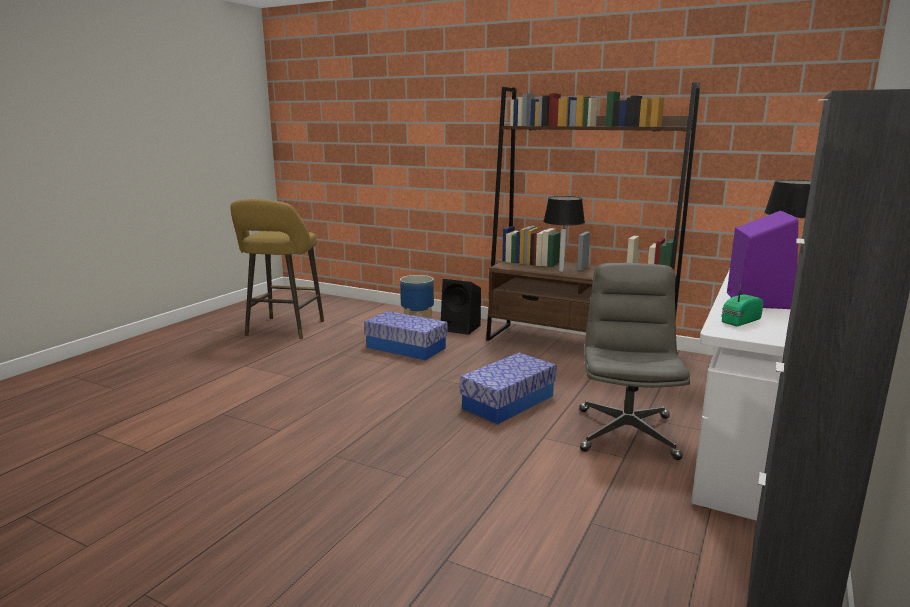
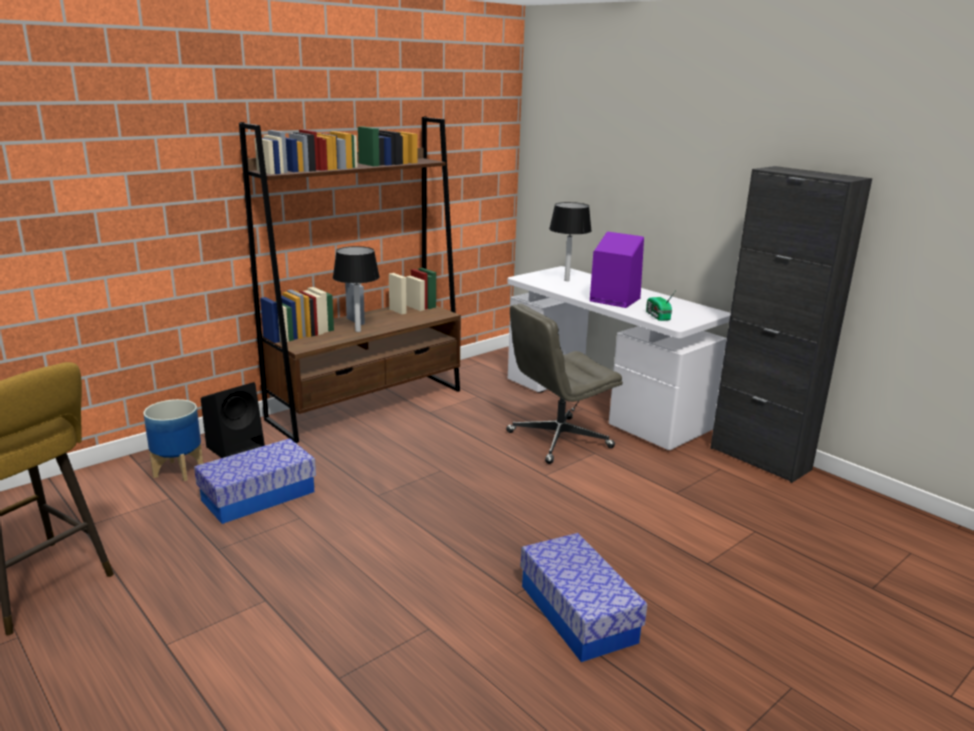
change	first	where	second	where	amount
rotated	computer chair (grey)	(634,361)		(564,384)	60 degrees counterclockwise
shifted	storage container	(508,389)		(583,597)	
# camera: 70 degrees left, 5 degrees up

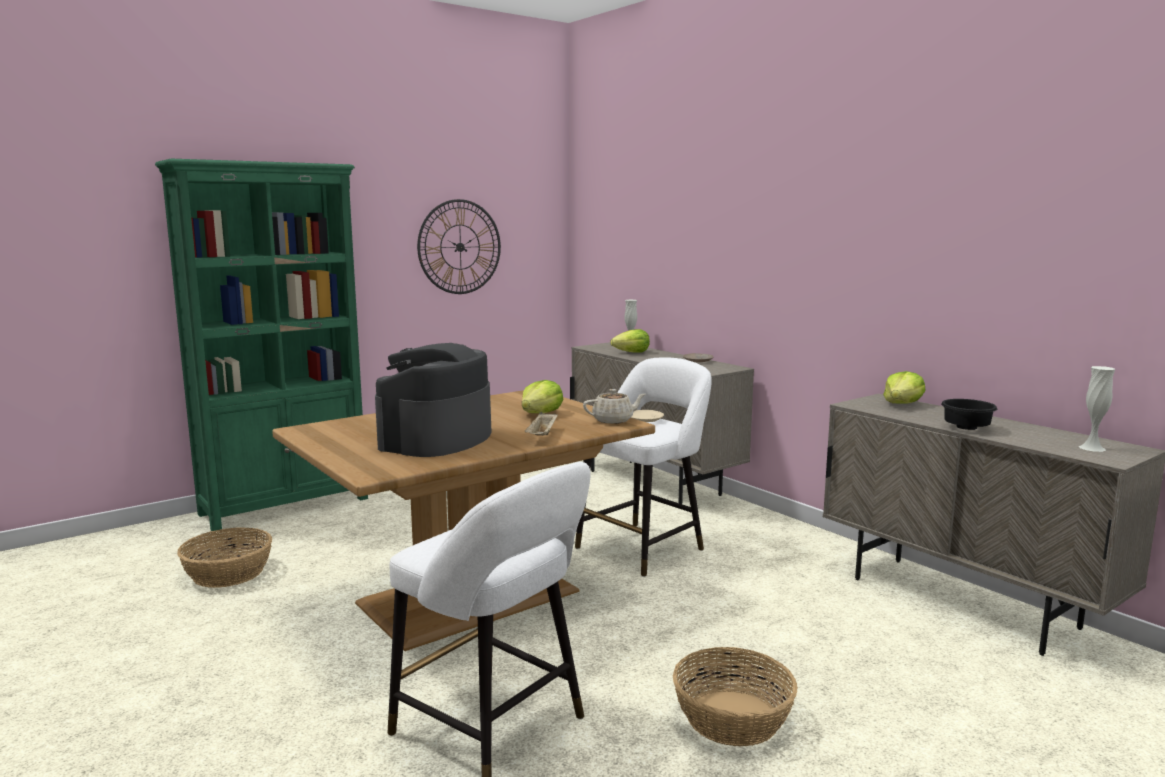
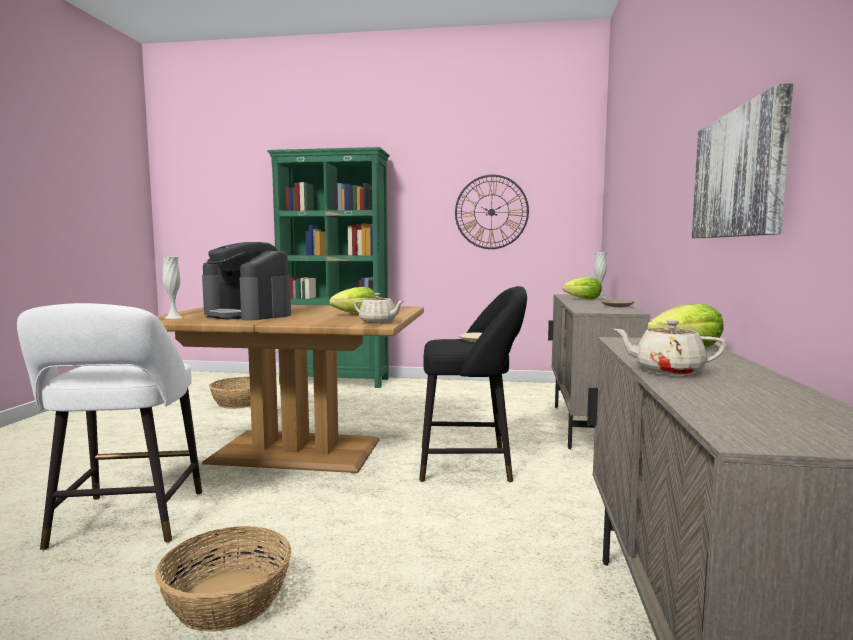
change	first	where	second	where	amount
rotated	coffee machine	(433,400)		(246,281)	120 degrees counterclockwise
repainted	stool seat (whitish)	(643,467)	stool seat (black-coloured)	(473,384)	
shifted	vase (whitish)	(1097,409)		(172,288)	
swapped	serving bowl (black-coloured)	(969,414)	teapot (beige)	(670,347)	
gone	serving tray (beige)	(541,424)			
new			wall picture	(742,160)	
# camera: 45 degrees right, 5 degrees down

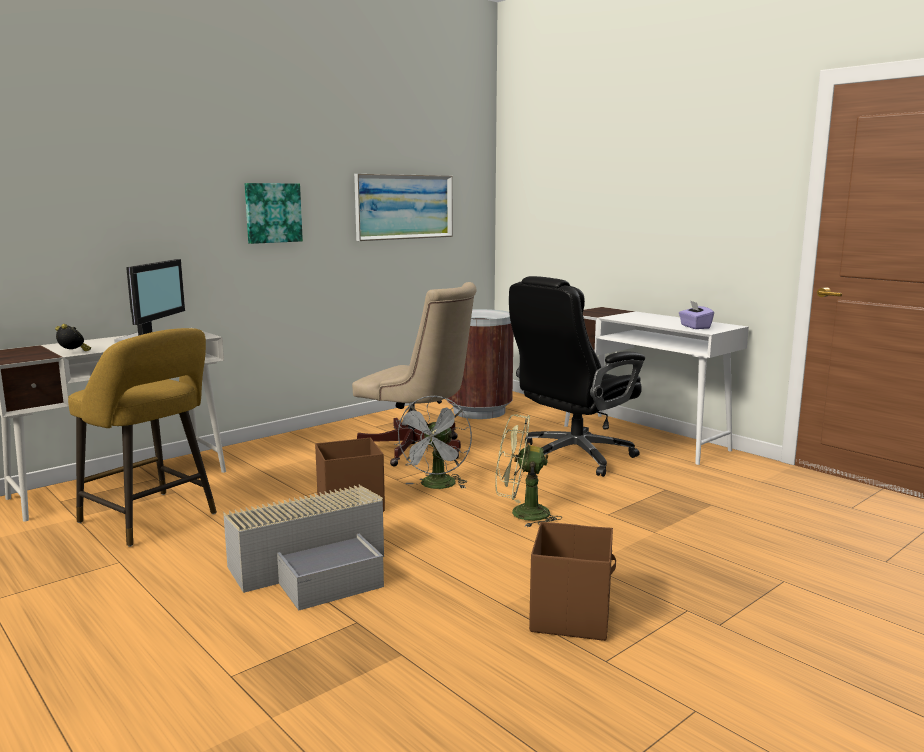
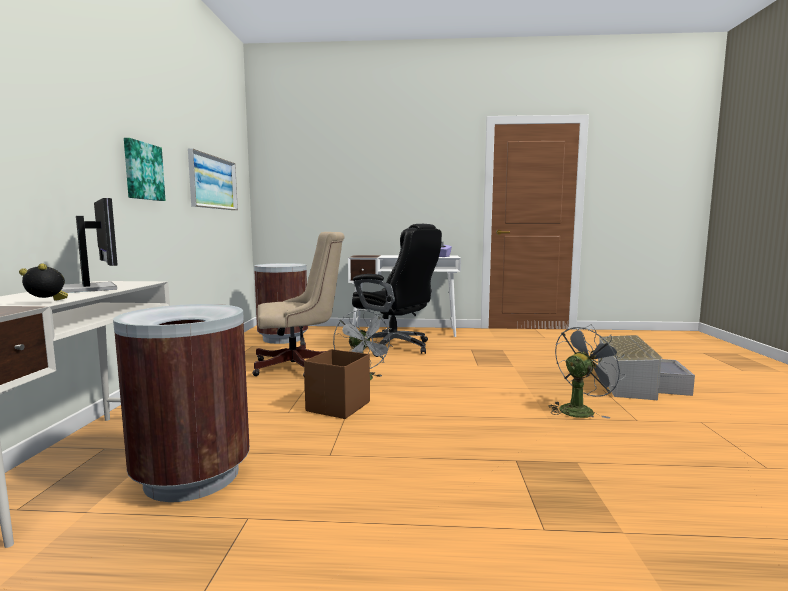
change	first	where	second	where	amount
rotated	computer chair (black-coloured)	(577,376)		(397,290)	60 degrees counterclockwise
swapped	stool seat (yellow)	(142,437)	rubbish bin (brownish)	(181,403)	
gone	fan (green)	(528,470)			
shifted	storage container (grey)	(303,547)		(646,367)	
swapped	storage container (brownish)	(572,581)	fan (grey)	(587,372)	
# camera: 45 degrees left, 5 degrees down

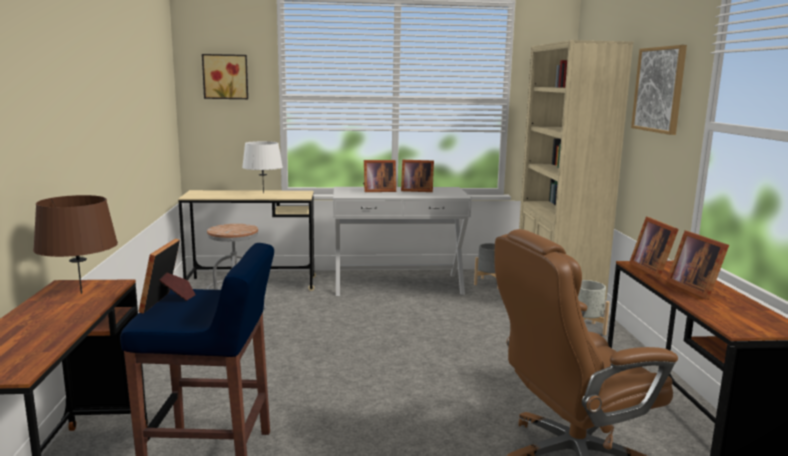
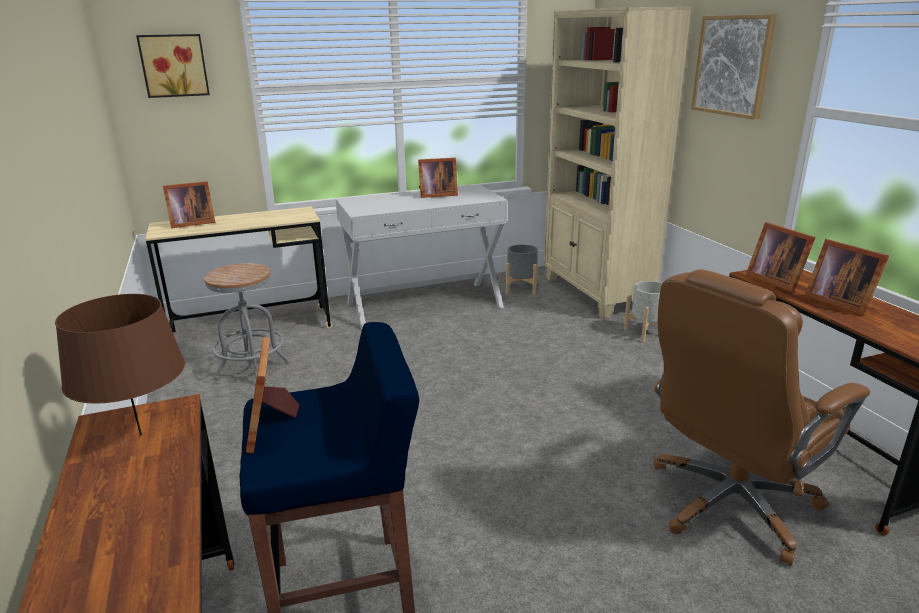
change	first	where	second	where	amount
gone	table lamp (whitish)	(262,167)			
shifted	photo frame	(379,176)		(189,204)	
# camera: 15 degrees left, 10 degrees up

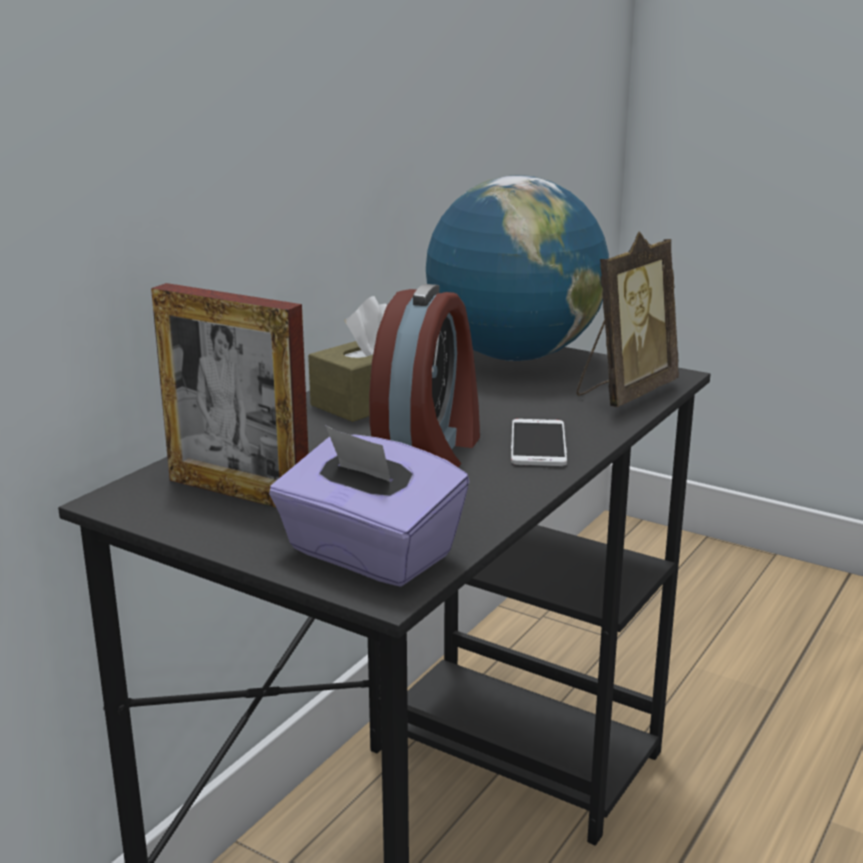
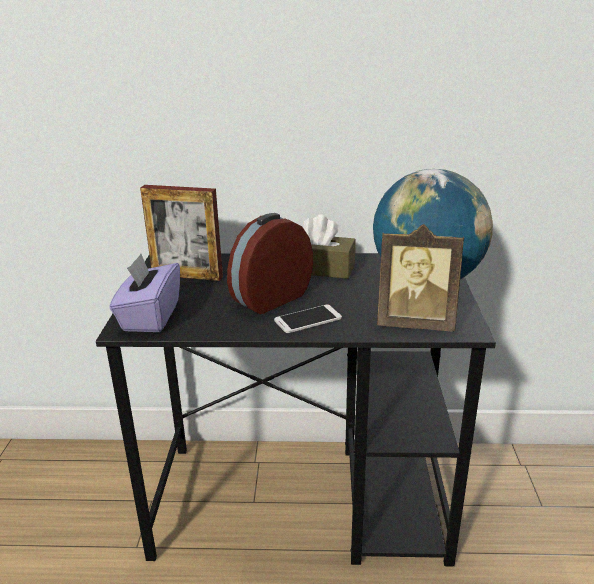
change	first	where	second	where	amount
rotated	photo frame	(230,395)		(181,233)	75 degrees counterclockwise
rotated	alarm clock	(424,376)		(270,263)	150 degrees clockwise
# camera: 60 degrees right, 5 degrees up

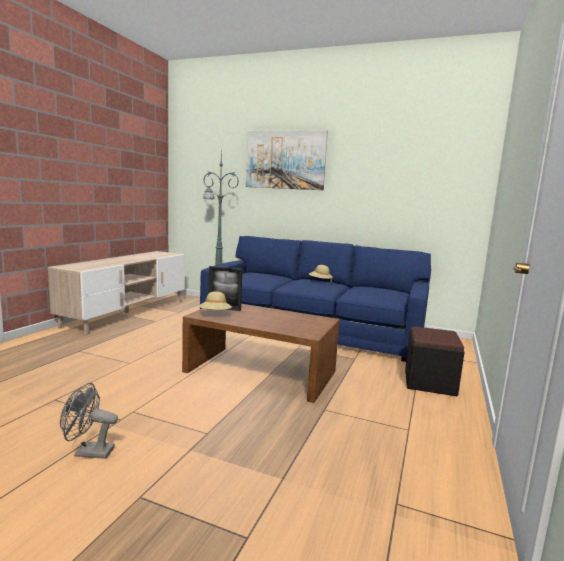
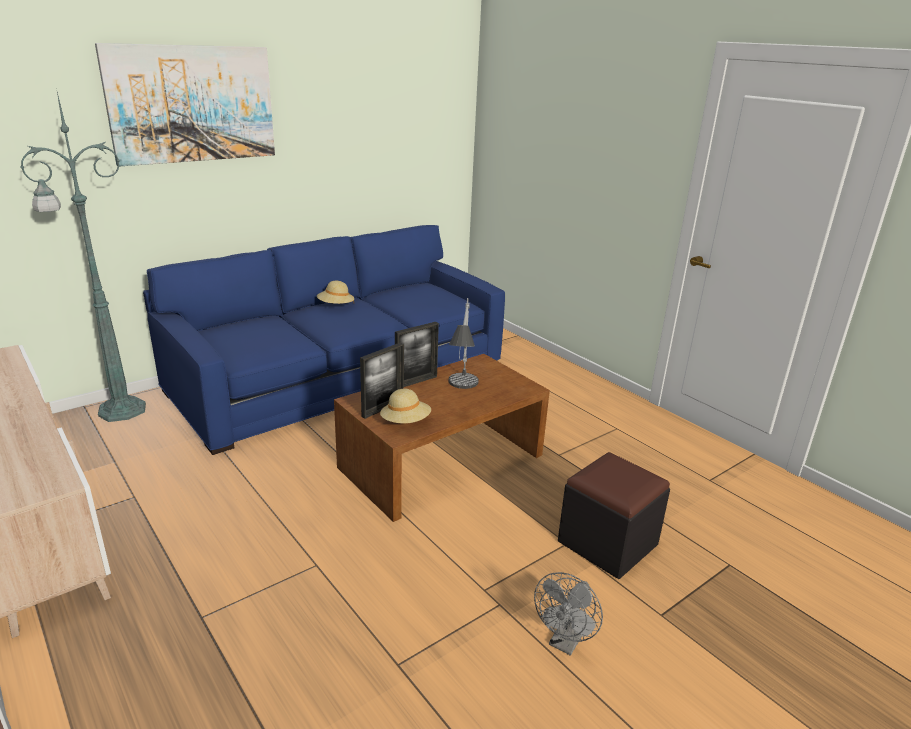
change	first	where	second	where	amount
shifted	ottoman (black-coloured)	(435,361)		(614,515)	
new			table lamp	(463,343)	
new			photo frame	(417,354)	
# camera: 60 degrees left, 15 degrees up

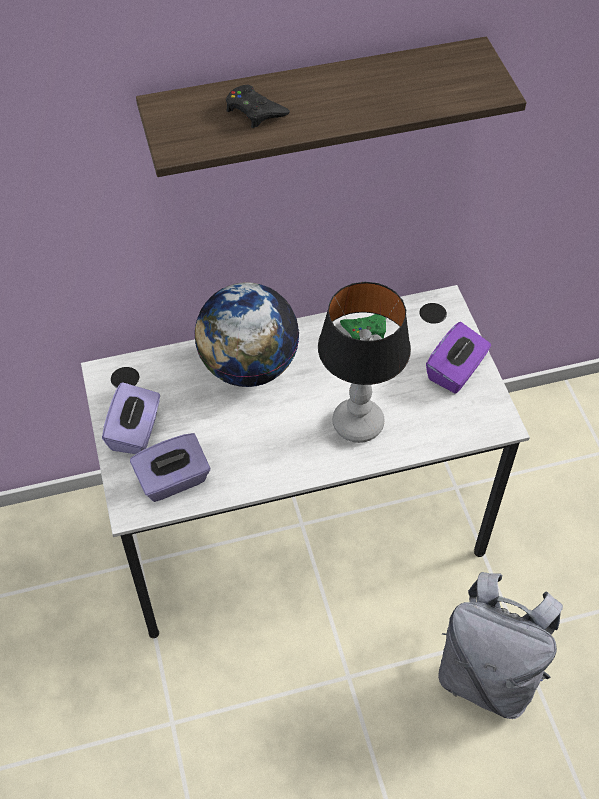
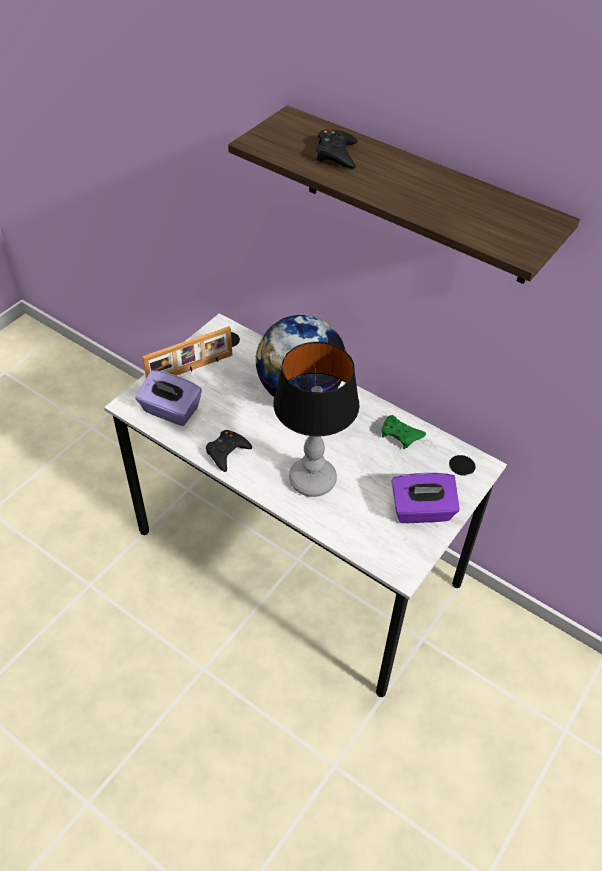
change	first	where	second	where	amount
swapped	tissue holder (purple-coloured)	(131,418)	photo frame	(187,352)	
gone	knapsack (grey)	(500,645)			
new			joypad (black-coloured)	(229,451)	
# camera: 50 degrees right, 5 degrees down

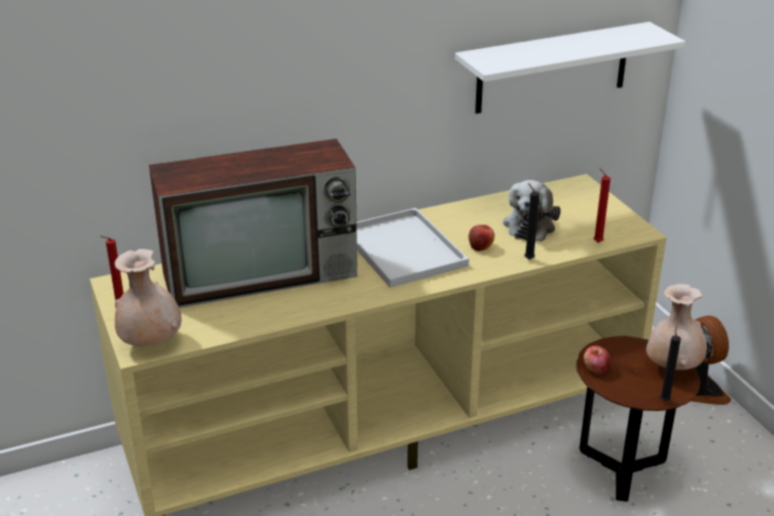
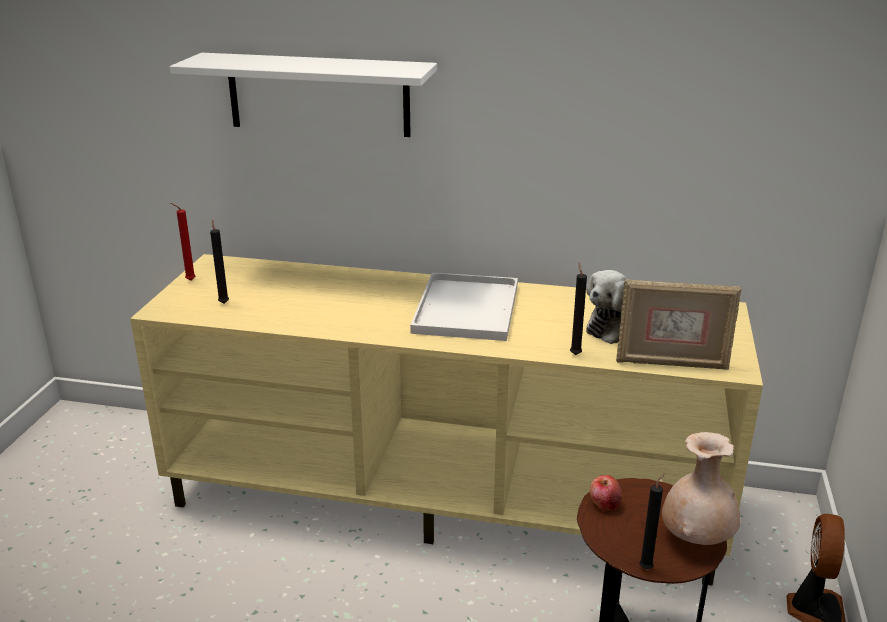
change	first	where	second	where	amount
shifted	shelf (whitish)	(570,68)		(303,95)	
gone	television	(253,223)			
swapped	wax light (red-coloured)	(602,205)	photo frame	(679,324)	
gone	apple fruit	(482,238)			
gone	vase (beige)	(148,297)			
new			wax light (black-coloured)	(219,261)	
# camera: 35 degrees right, 5 degrees down

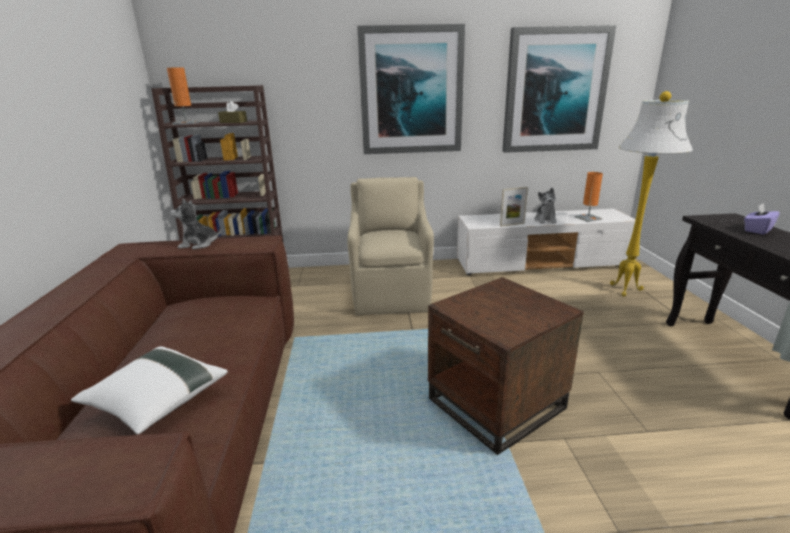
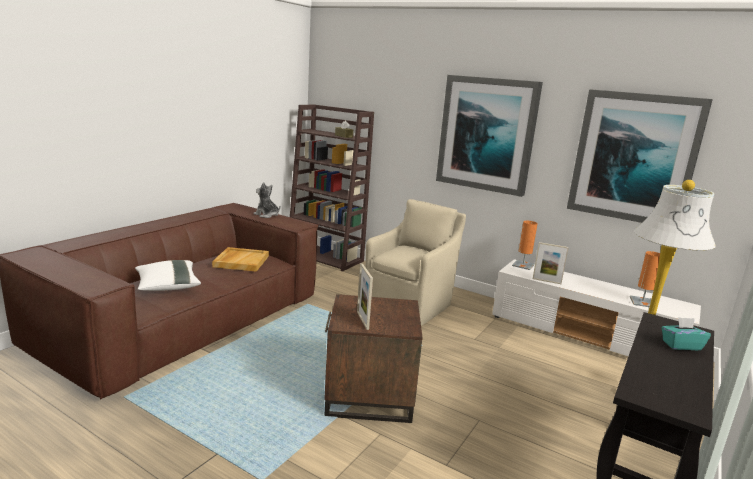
change	first	where	second	where	amount
shifted	table lamp (orange)	(183,96)		(525,245)	
gone	cuddly toy	(545,206)			
repainted	tissue holder (purple-coloured)	(762,219)	tissue holder (turquoise-coloured)	(686,333)	
new			serving tray (beige)	(240,259)	
new			photo frame	(365,296)	
# camera: 35 degrees right, 5 degrees down

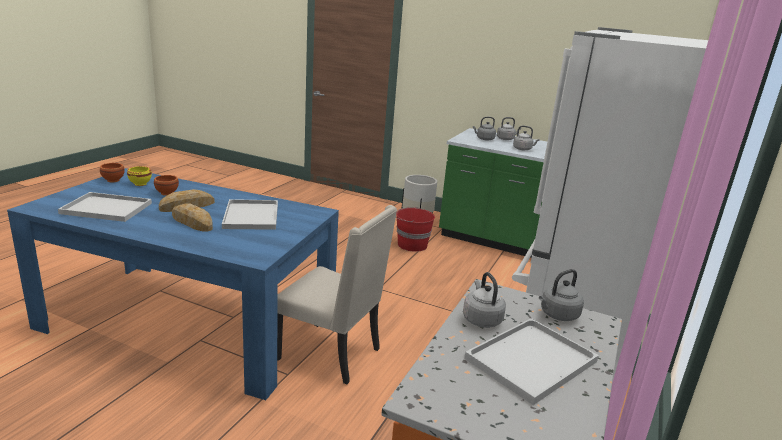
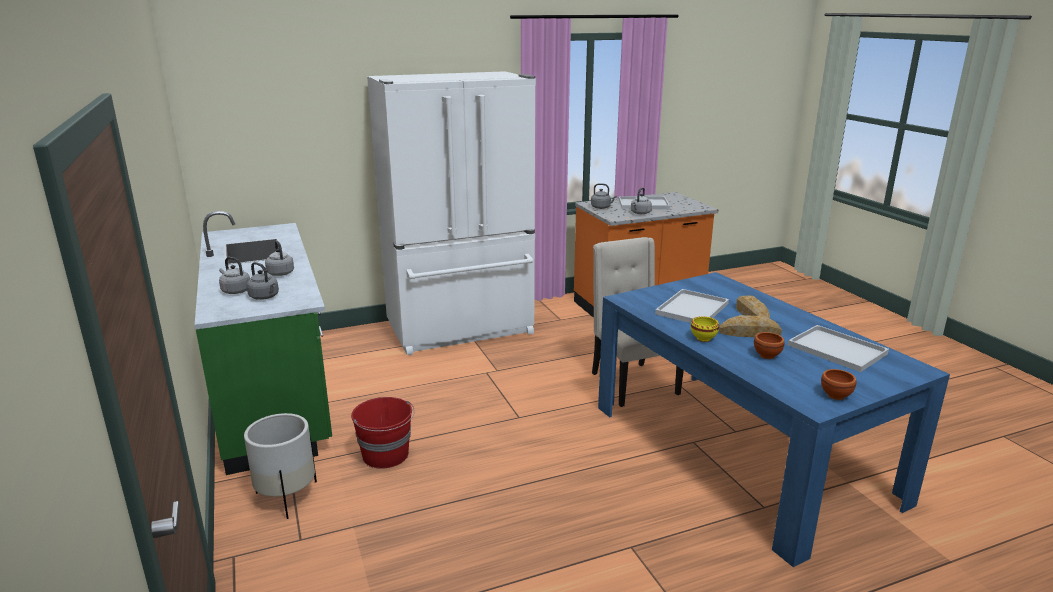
change	first	where	second	where	amount
shifted	serving bowl (yellow)	(139,176)		(705,329)	
# camera: 135 degrees left, 0 degrees up

